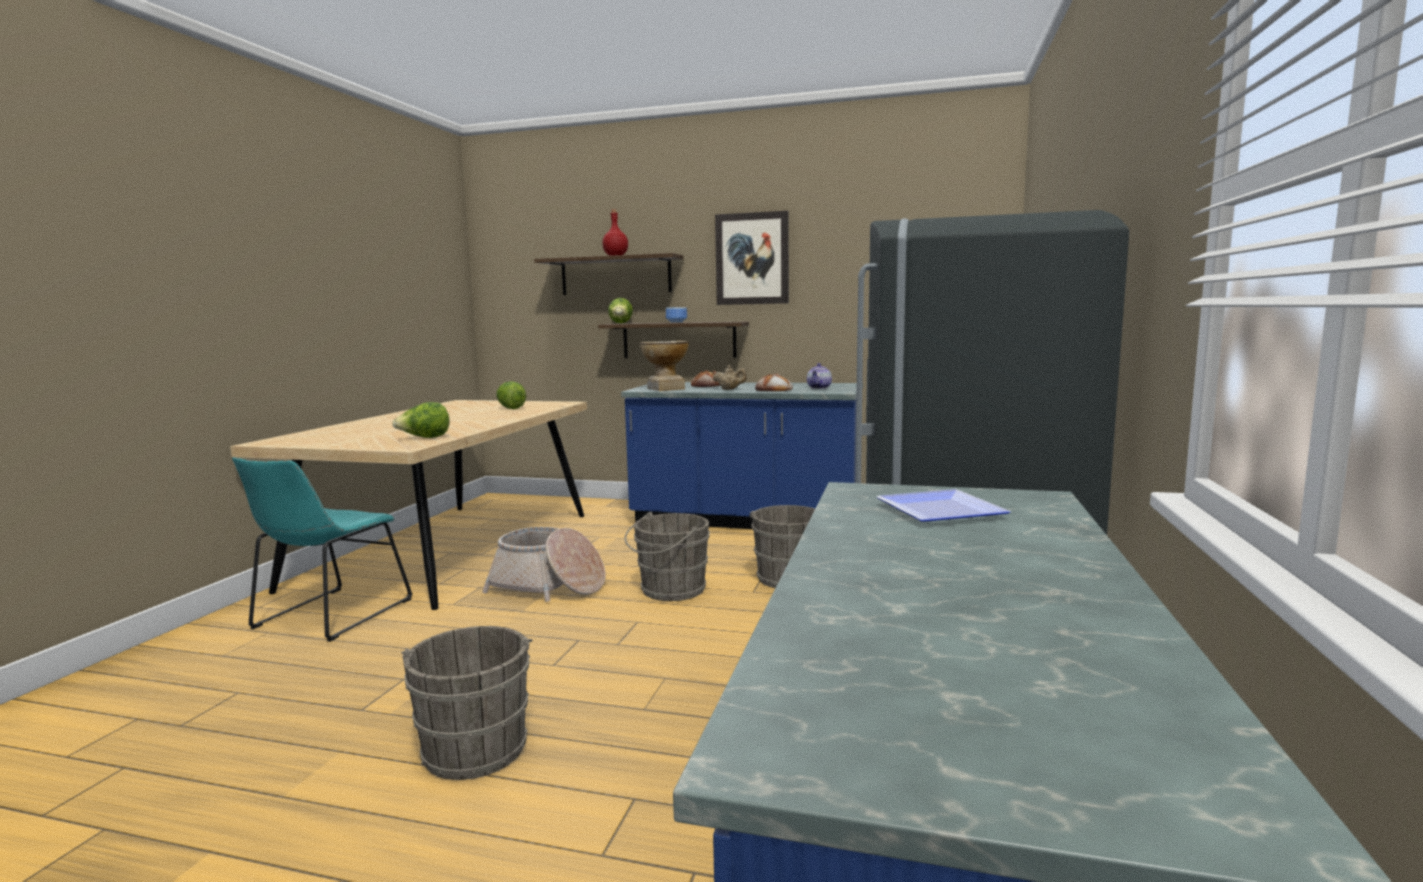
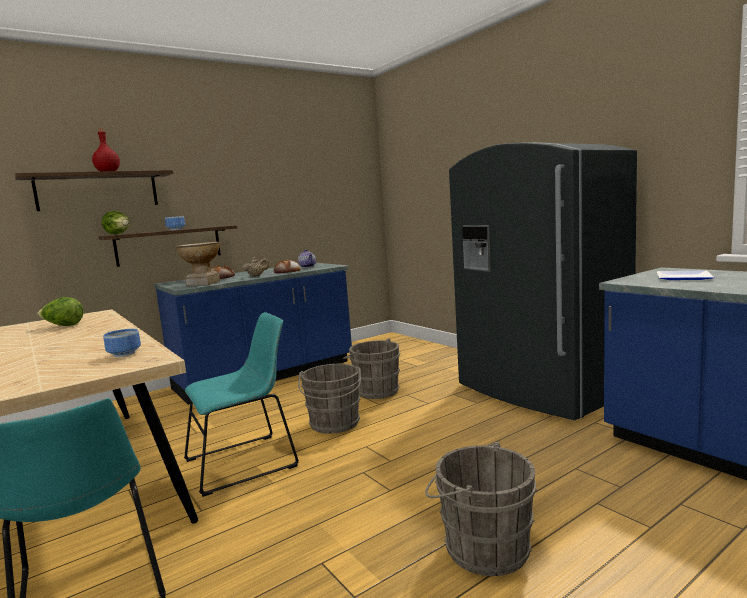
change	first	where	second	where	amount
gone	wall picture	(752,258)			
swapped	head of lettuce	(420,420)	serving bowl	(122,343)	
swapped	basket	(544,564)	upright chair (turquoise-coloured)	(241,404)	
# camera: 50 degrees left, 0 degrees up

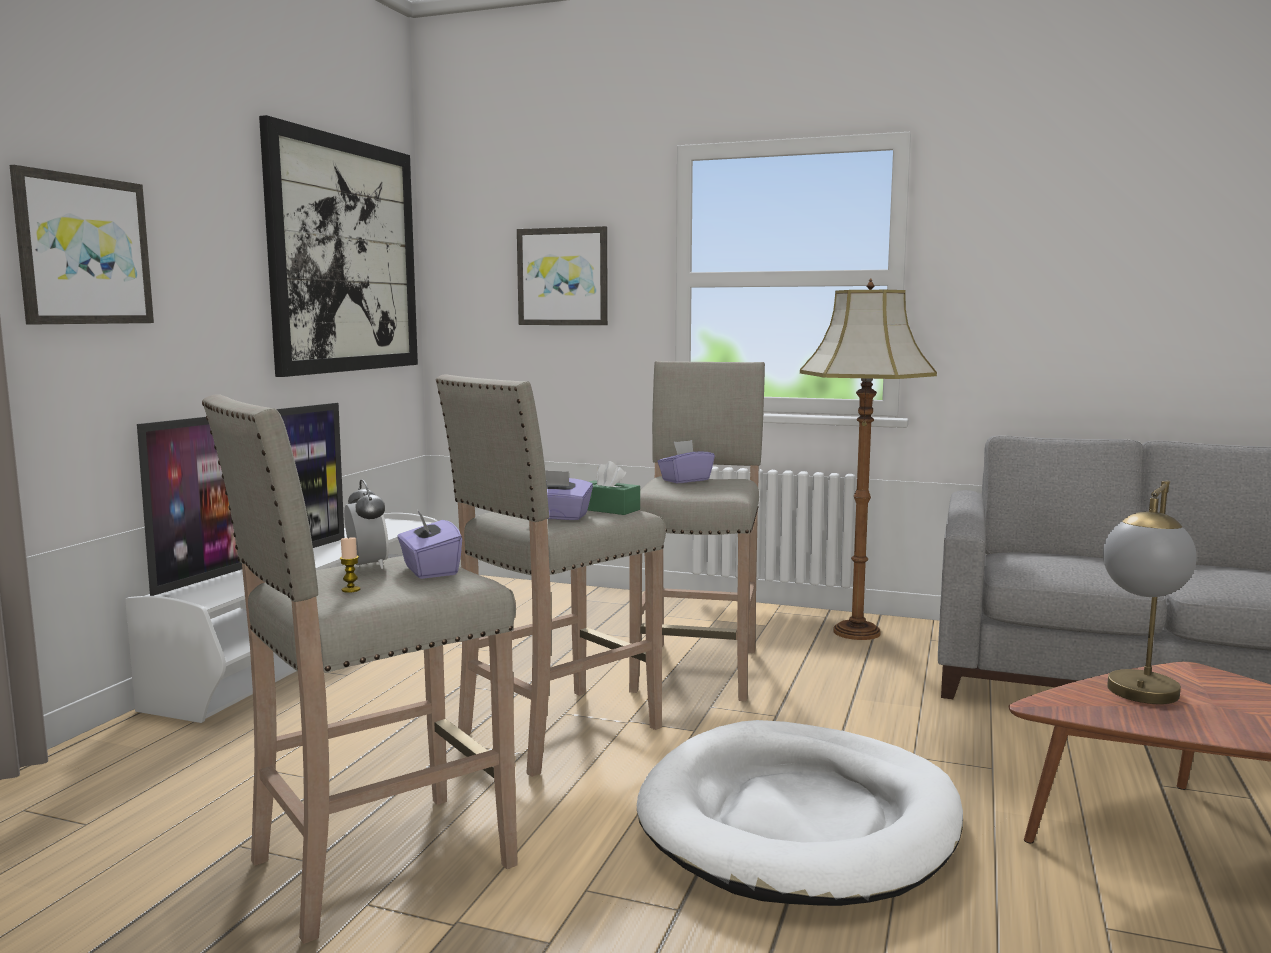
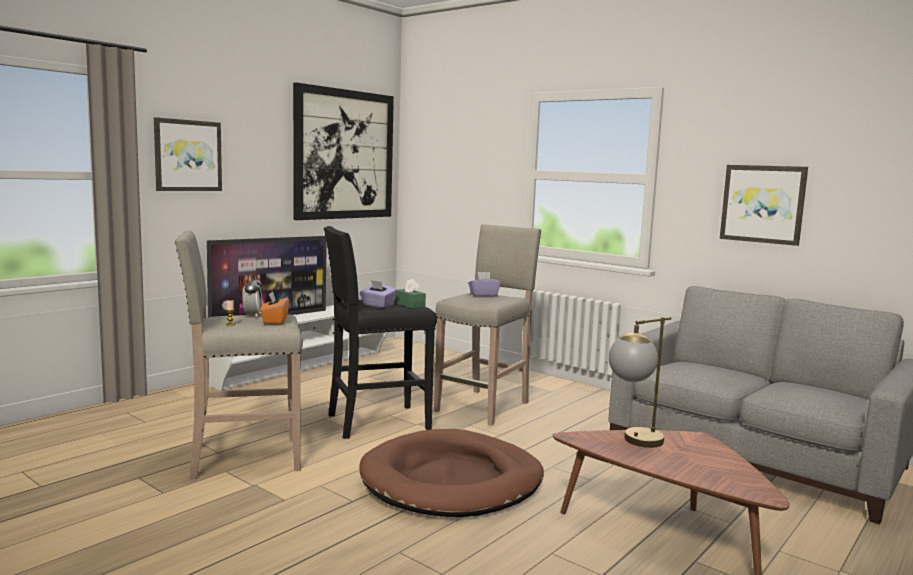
change	first	where	second	where	amount
shifted	wall picture	(562,275)		(764,205)	
gone	standing lamp	(868,459)			
repainted	stool seat (beige)	(550,575)	stool seat (black-coloured)	(380,332)	
repainted	tissue holder (purple-coloured)	(429,545)	tissue holder (orange)	(274,307)	
repainted	pet bed (whitish)	(800,813)	pet bed (brownish)	(451,473)	
# camera: 20 degrees right, 0 degrees up

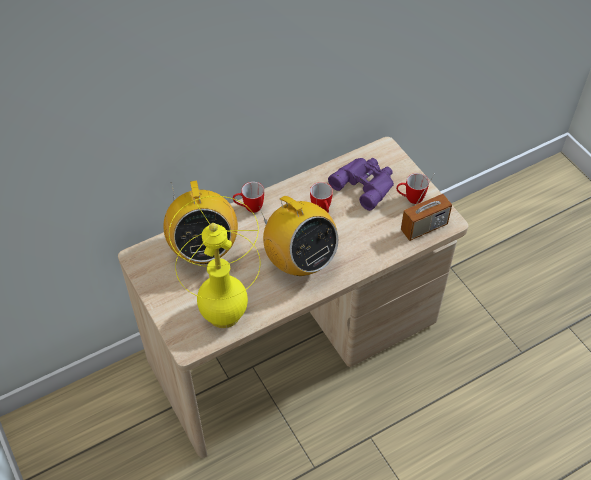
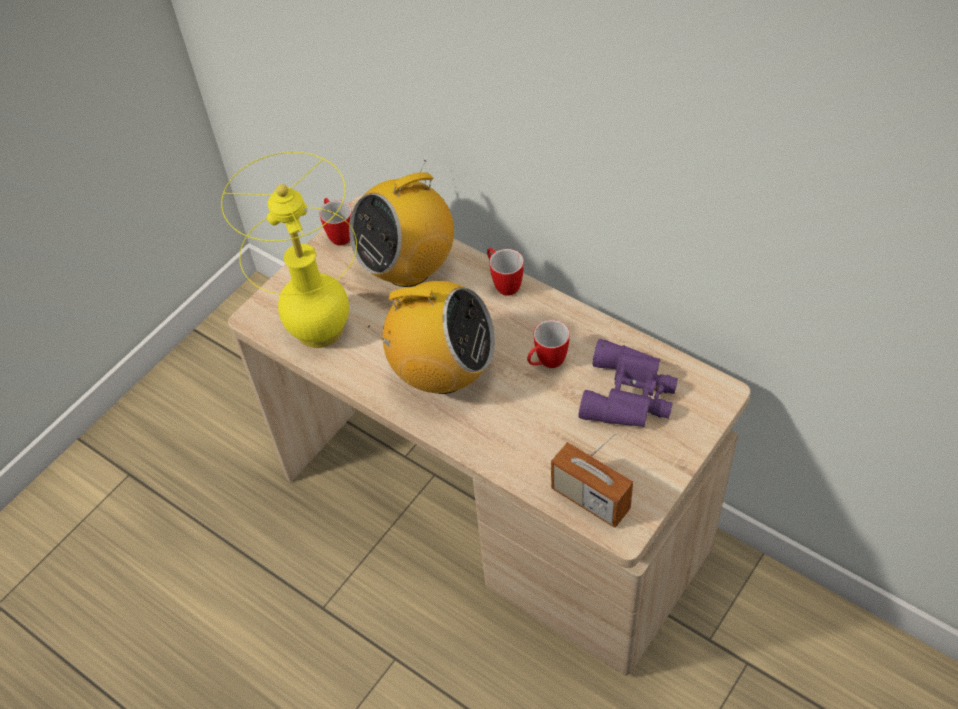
change	first	where	second	where	amount
shifted	coffee mug	(412,188)		(335,221)	
rotated	radio receiver	(298,236)		(431,337)	105 degrees counterclockwise
# camera: 70 degrees right, 0 degrees up

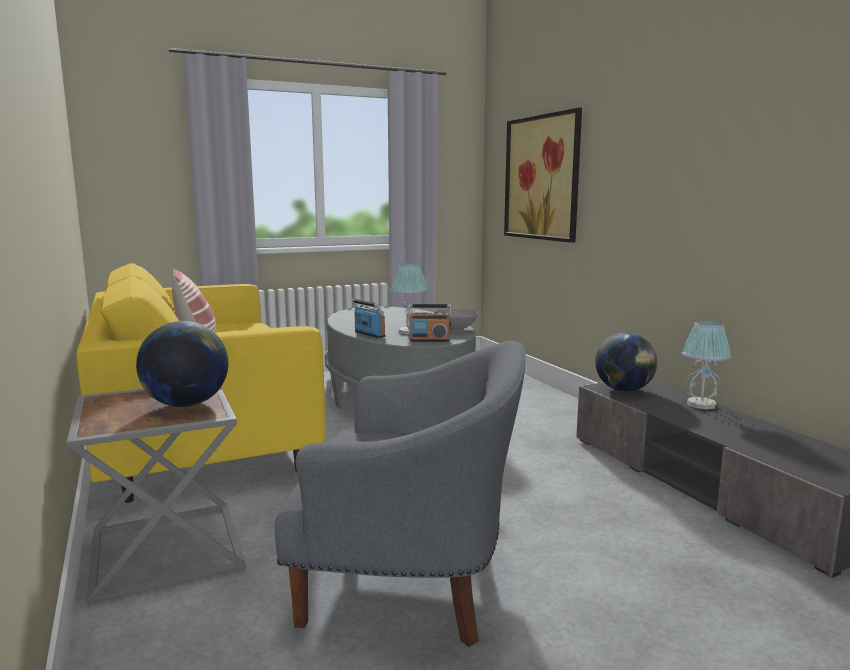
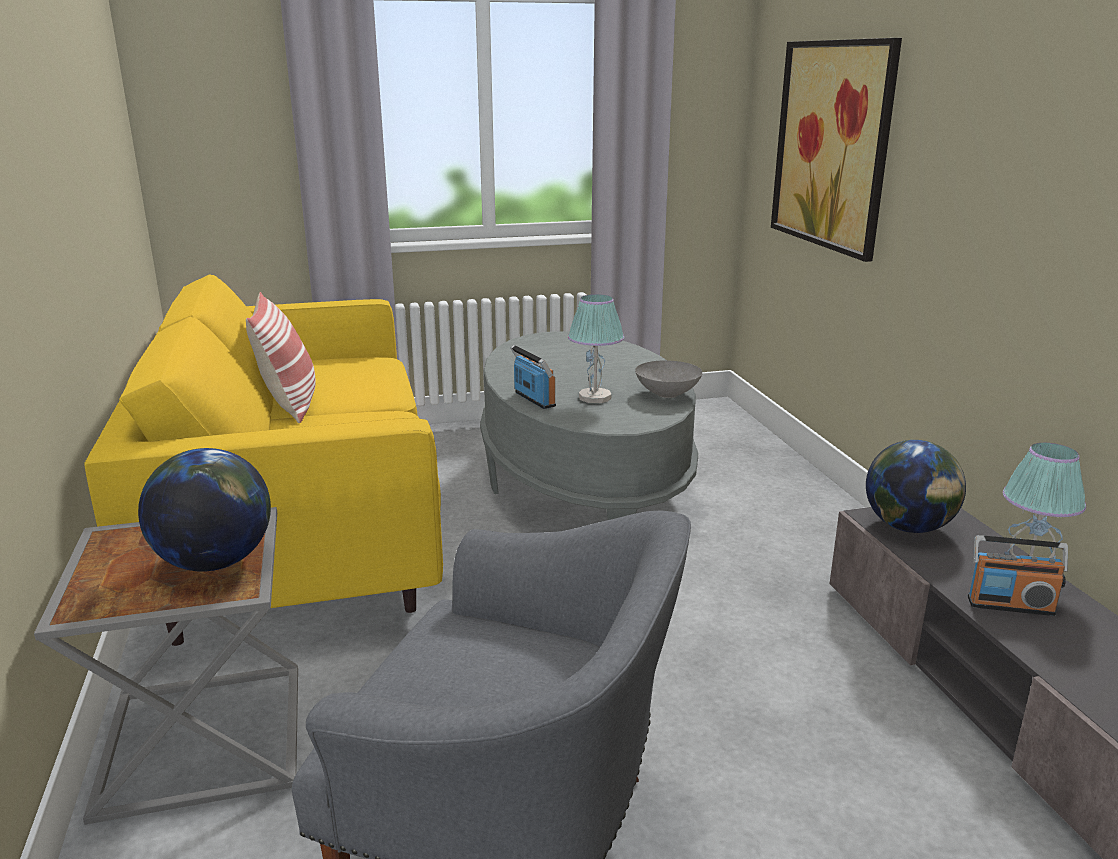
change	first	where	second	where	amount
shifted	radio receiver	(430,323)		(1018,575)	
# camera: 10 degrees right, 10 degrees up

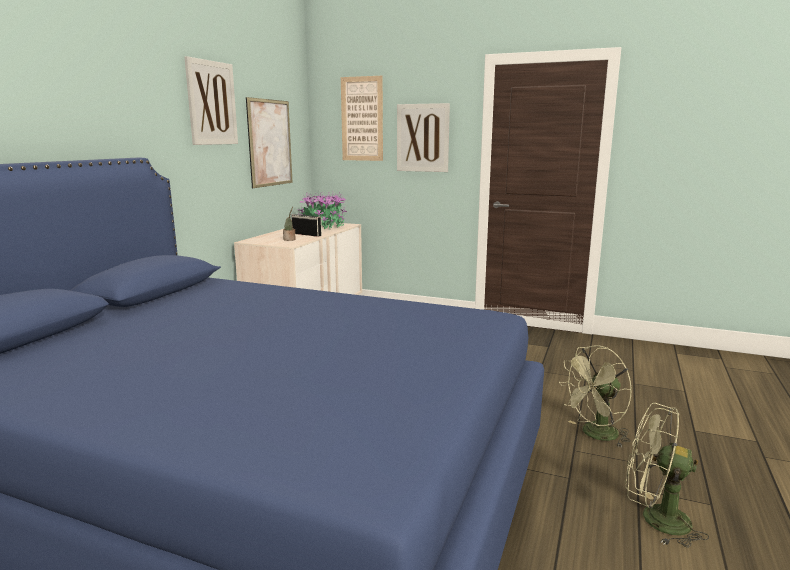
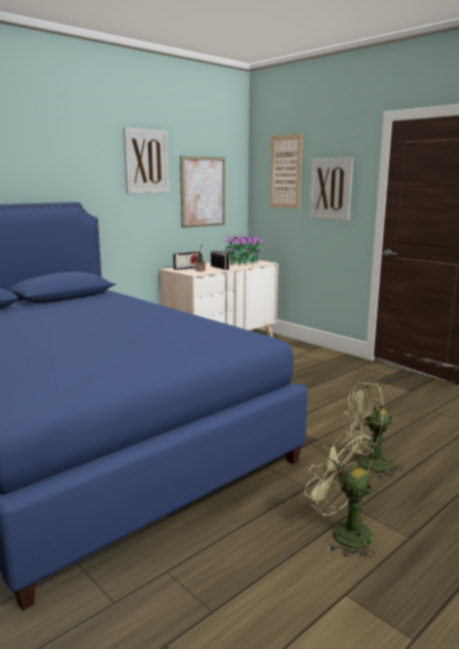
change	first	where	second	where	amount
new			radio receiver	(186,261)	
# camera: 25 degrees right, 0 degrees up

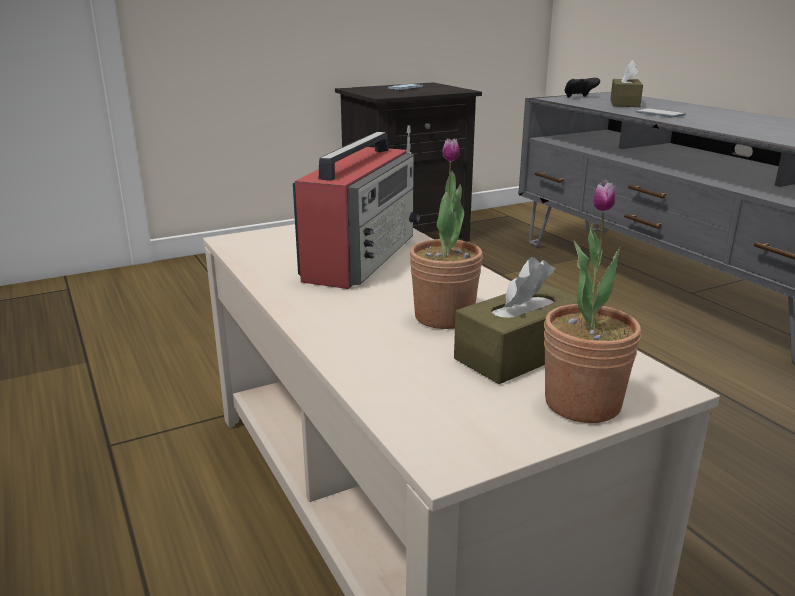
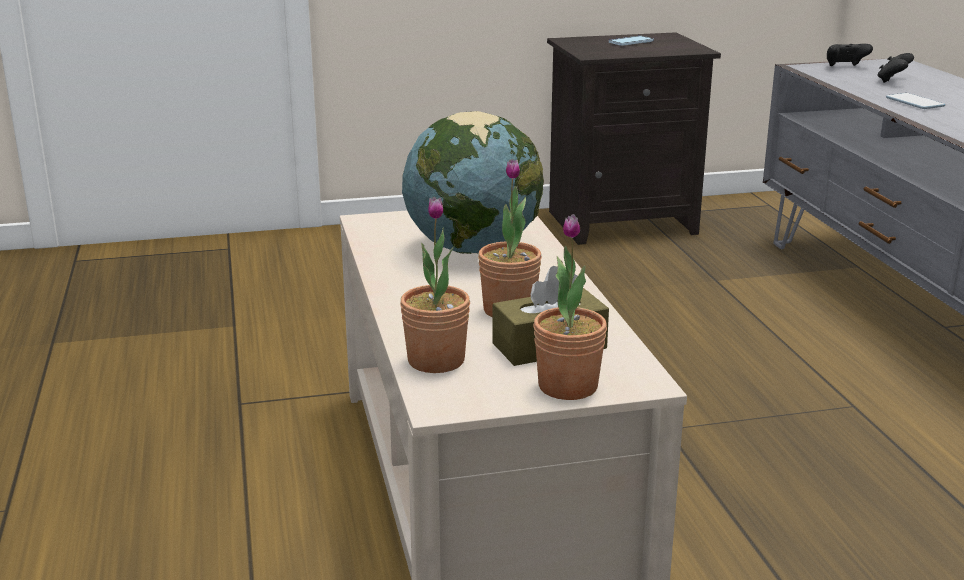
change	first	where	second	where	amount
swapped	tissue holder (brownish)	(626,83)	joypad (black-coloured)	(895,68)	
swapped	radio receiver	(356,207)	desk globe	(473,182)	
new			plant in a pot	(435,285)	
# camera: 15 degrees right, 0 degrees up

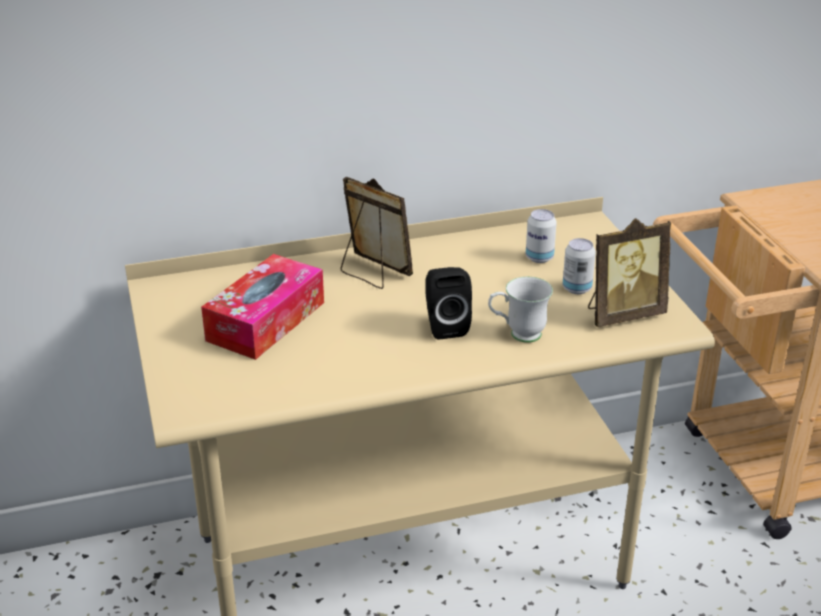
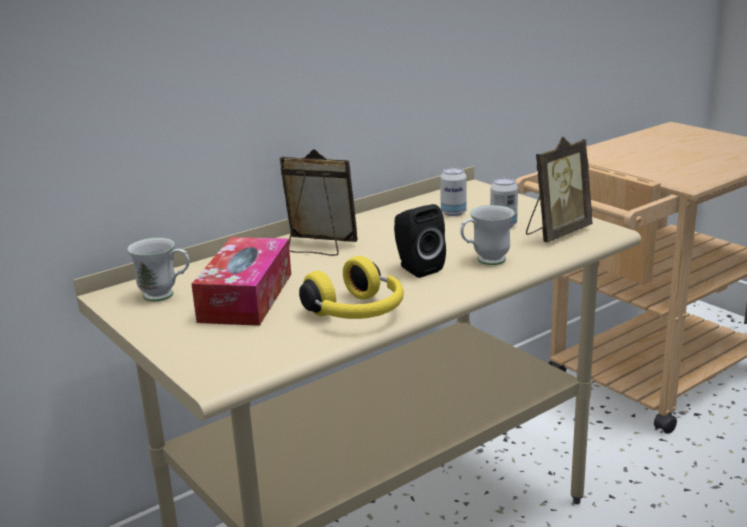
change	first	where	second	where	amount
new			coffee mug (whitish)	(158,269)	
new			pair of headphones (yellow)	(351,287)	
# camera: 20 degrees left, 10 degrees down

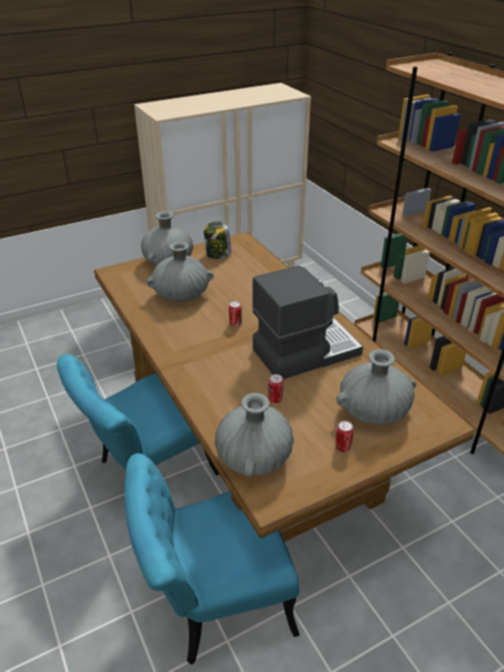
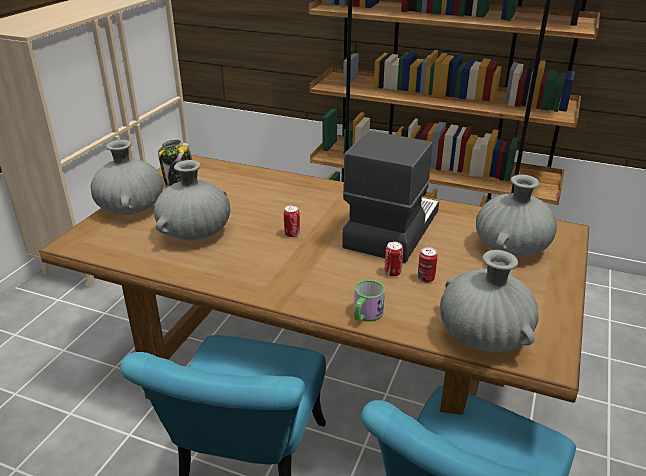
change	first	where	second	where	amount
shifted	metal can	(344,436)		(394,259)	
new			coffee mug	(369,301)	
# camera: 40 degrees left, 5 degrees down

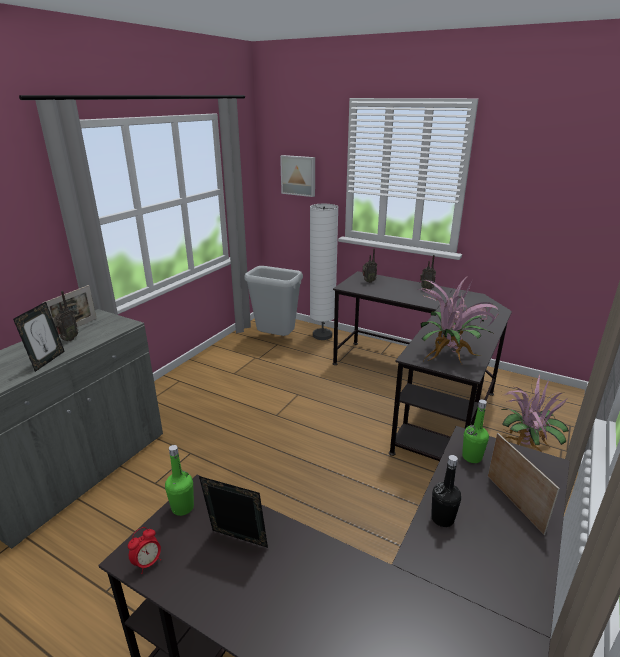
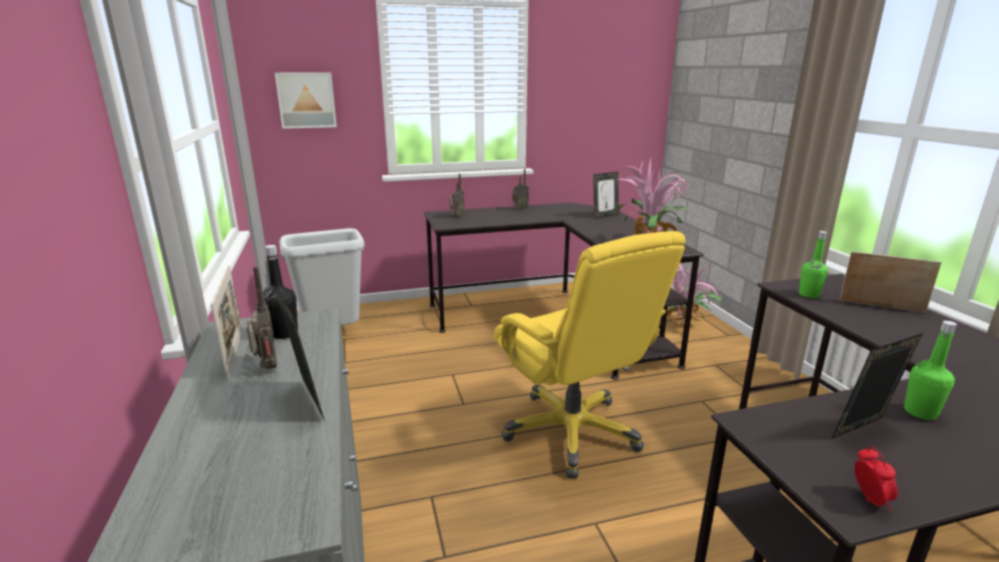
change	first	where	second	where	amount
gone	standing lamp (whitish)	(324,272)			
shifted	drink bottle (green)	(179,480)		(930,370)	
shifted	drink bottle (black-coloured)	(446,491)		(280,292)	
new			photo frame	(606,195)	
new			computer chair (yellow)	(590,355)	
# camera: 45 degrees left, 5 degrees down

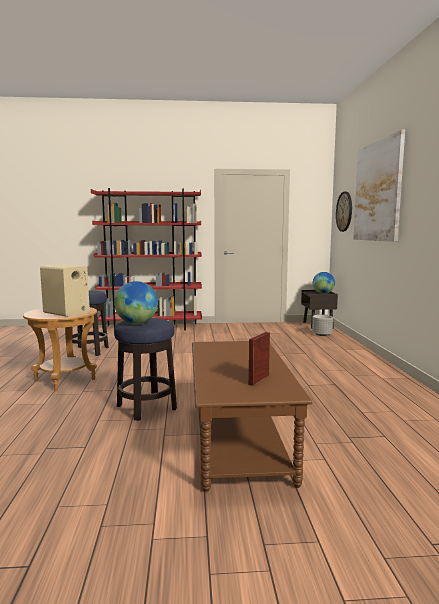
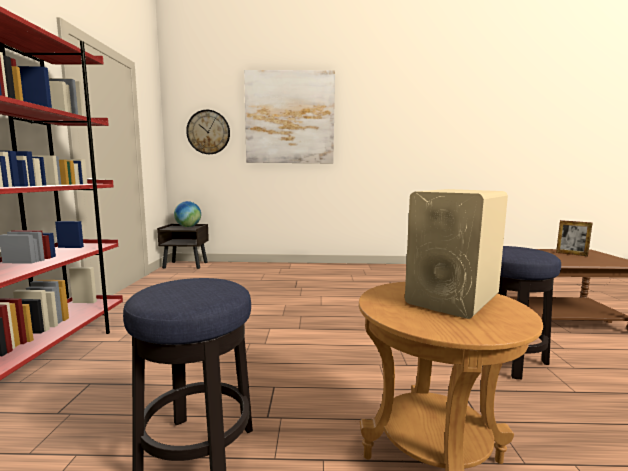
change	first	where	second	where	amount
gone	desk globe	(136,302)			
gone	planter (grey)	(322,325)			
# camera: 85 degrees left, 0 degrees up

